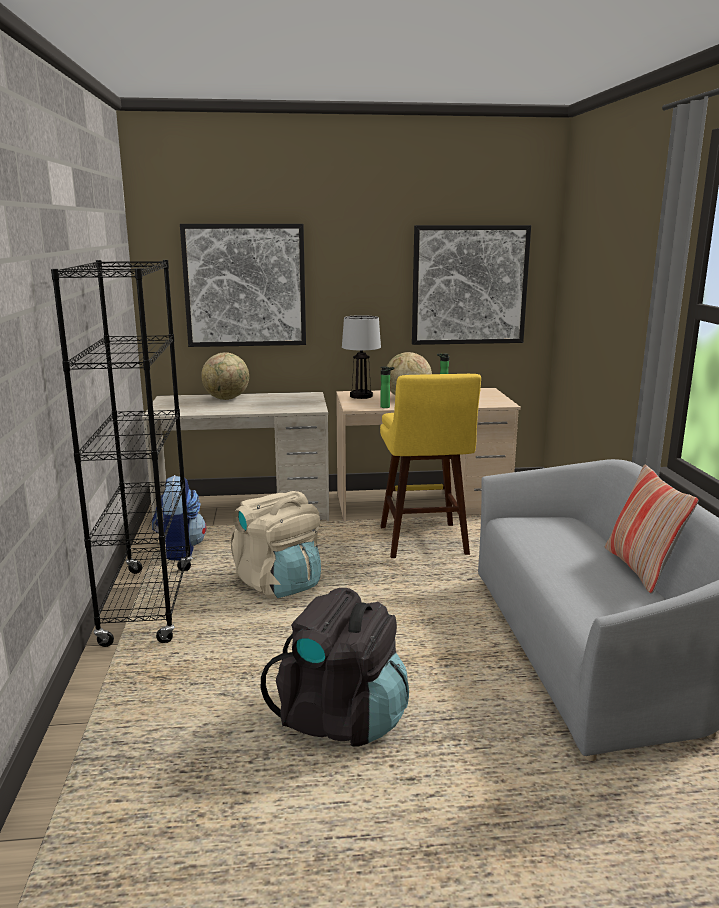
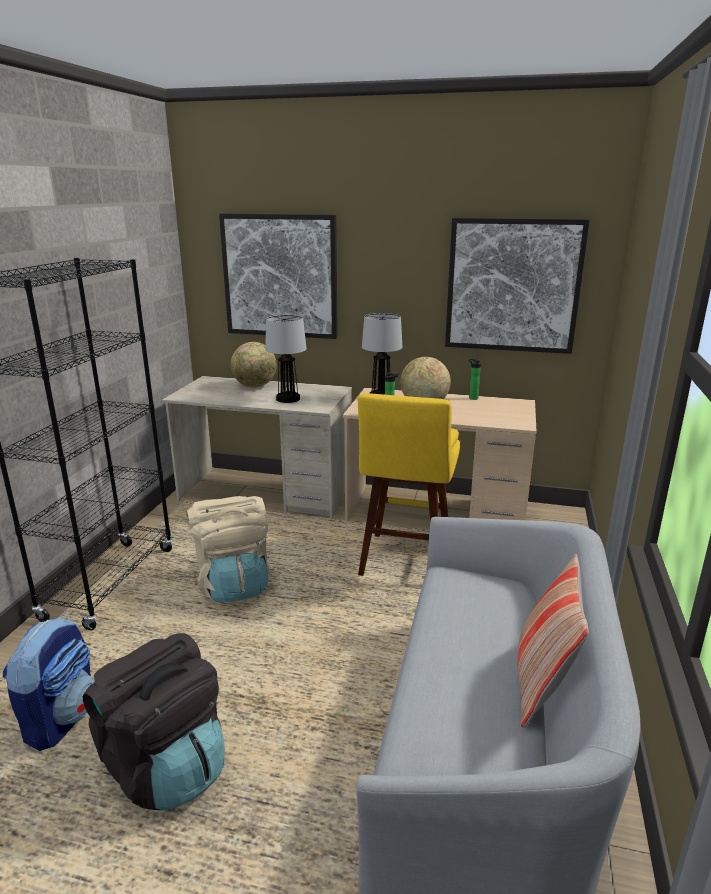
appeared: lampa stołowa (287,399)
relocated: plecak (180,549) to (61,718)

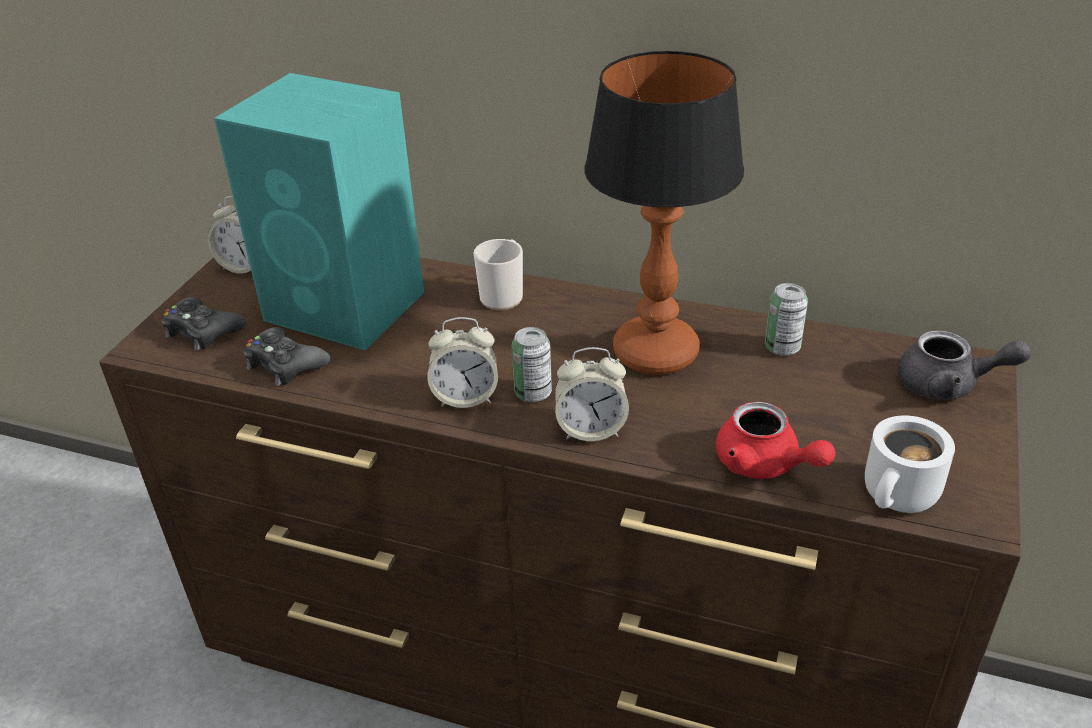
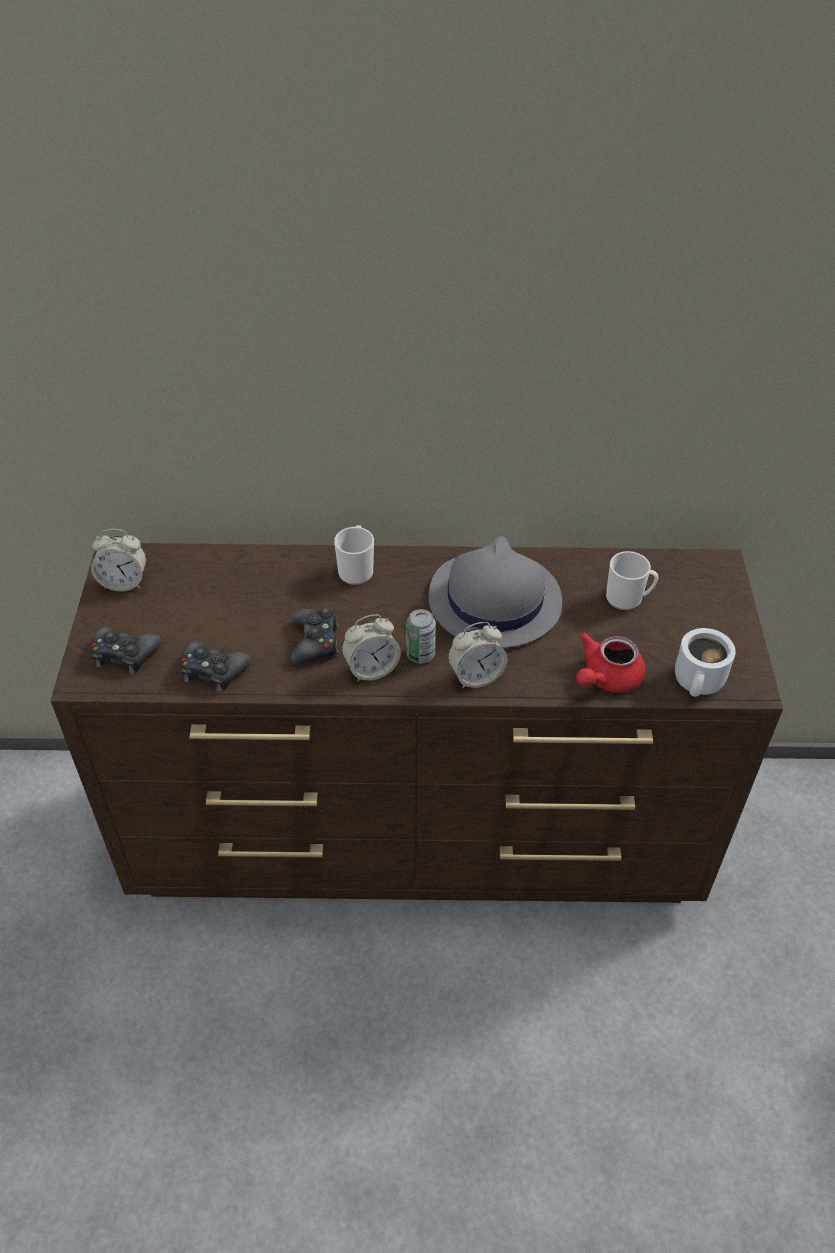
missing: głośnik/turkusowy (348,307); puszka (782,347); imbryk/szary (949,385)
appeared: pad do gier/czarny (315,641); kubek (628,598)
exchanged: lampa stołowa (653,353) to kapelusz/szary (493,600)
spun: imbryk/czerwony (765,465) = (605,678) 105 degrees clockwise

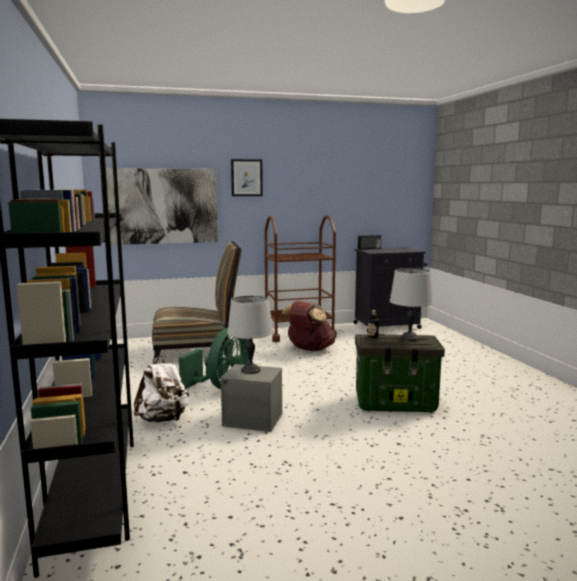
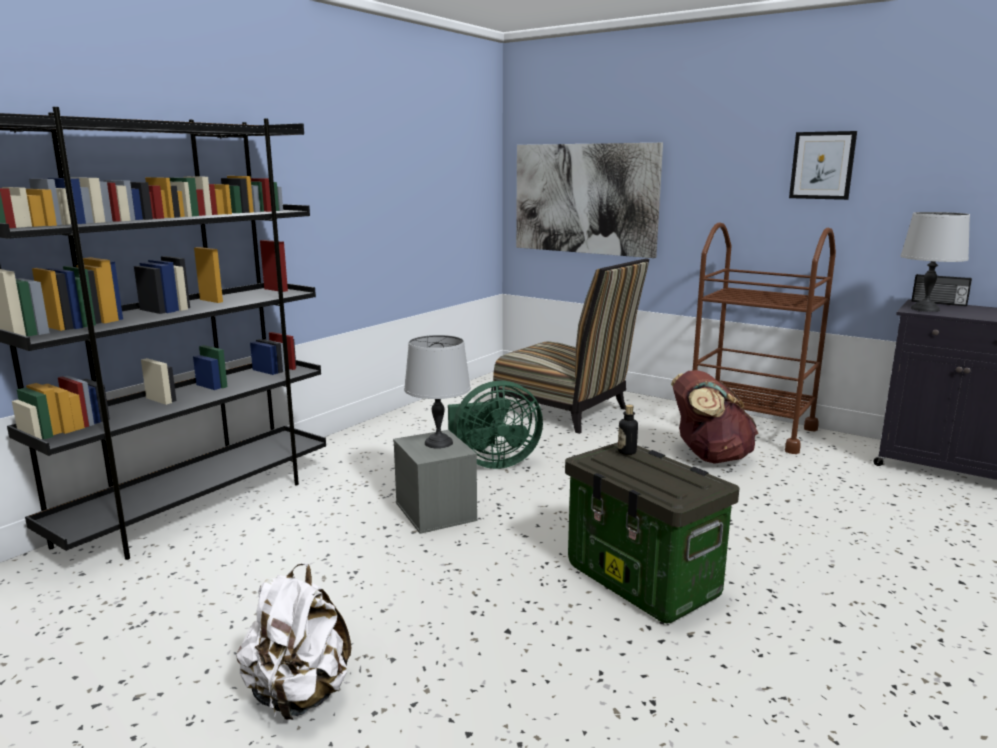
relocated: plecak/biały (163,419) to (299,696); obraz (246,177) to (822,165); lampa stołowa/szary (410,338) to (926,309)

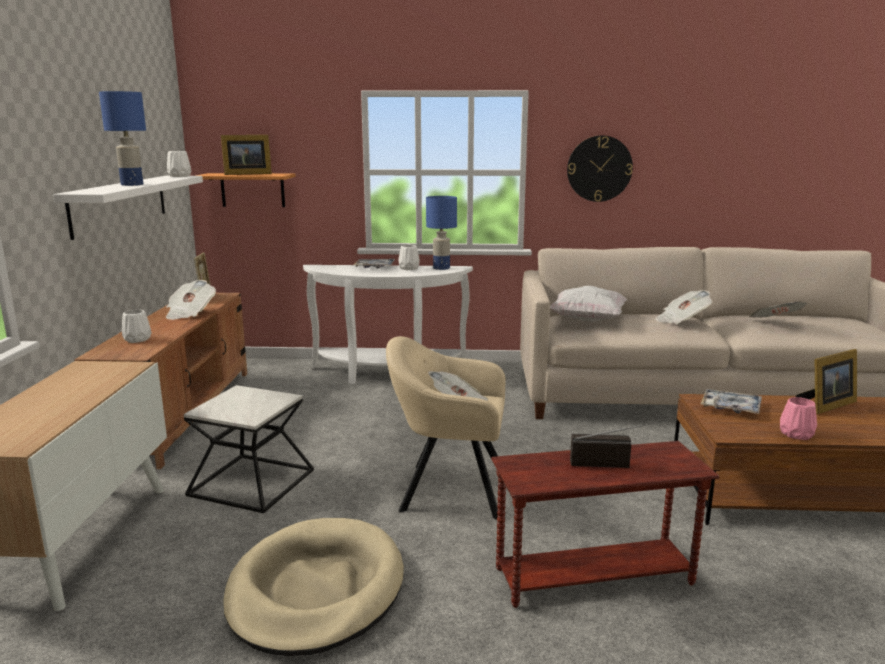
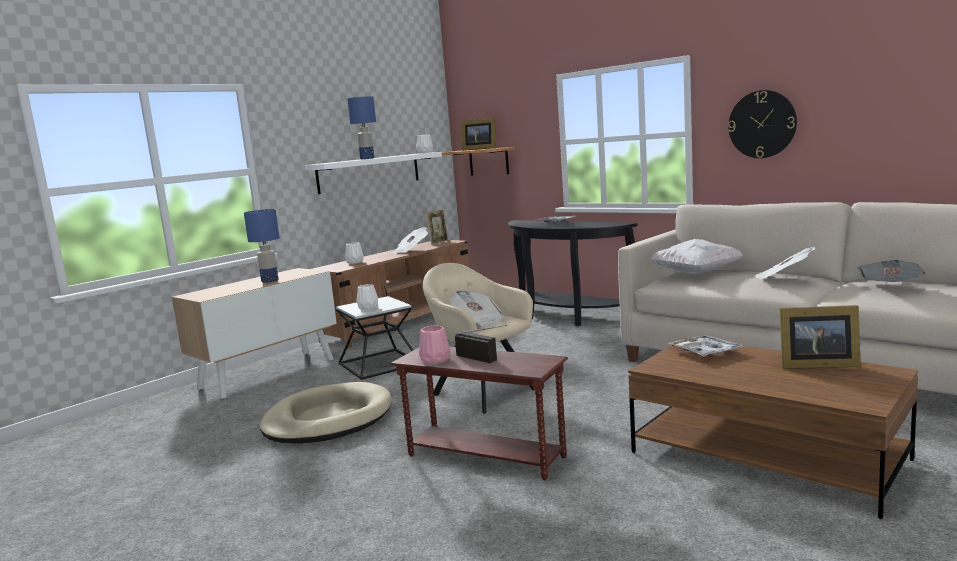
relocated: wazon/biały (408,268) to (367,308); lampa stołowa/niebieski (441,268) to (270,280); wazon/różowy (797,434) to (435,360)
colour: stolik konsolowy/biały (387,375) to stolik konsolowy/czarny (565,317)

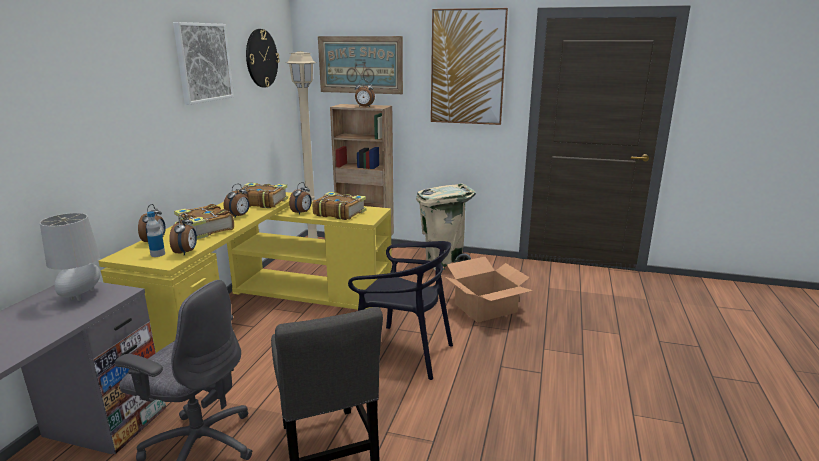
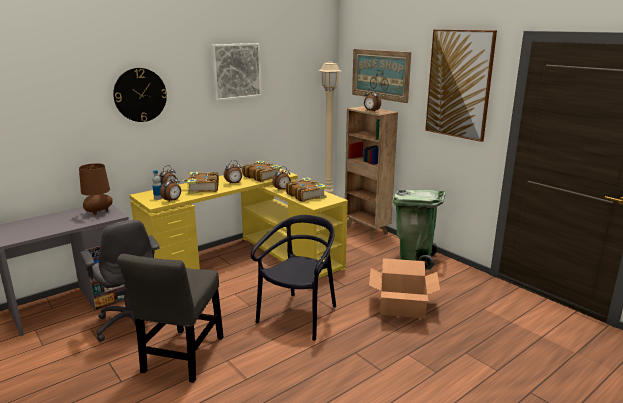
relocated: zegar ścienny (261,58) to (140,95)
colour: lampa stołowa/szary (82,296) to lampa stołowa/brązowy (99,213); kosz na śmieci/beżowy (444,262) to kosz na śmieci/zielony (415,259)
spun: krzesło/czarny (404,353) = (299,316) 120 degrees counterclockwise

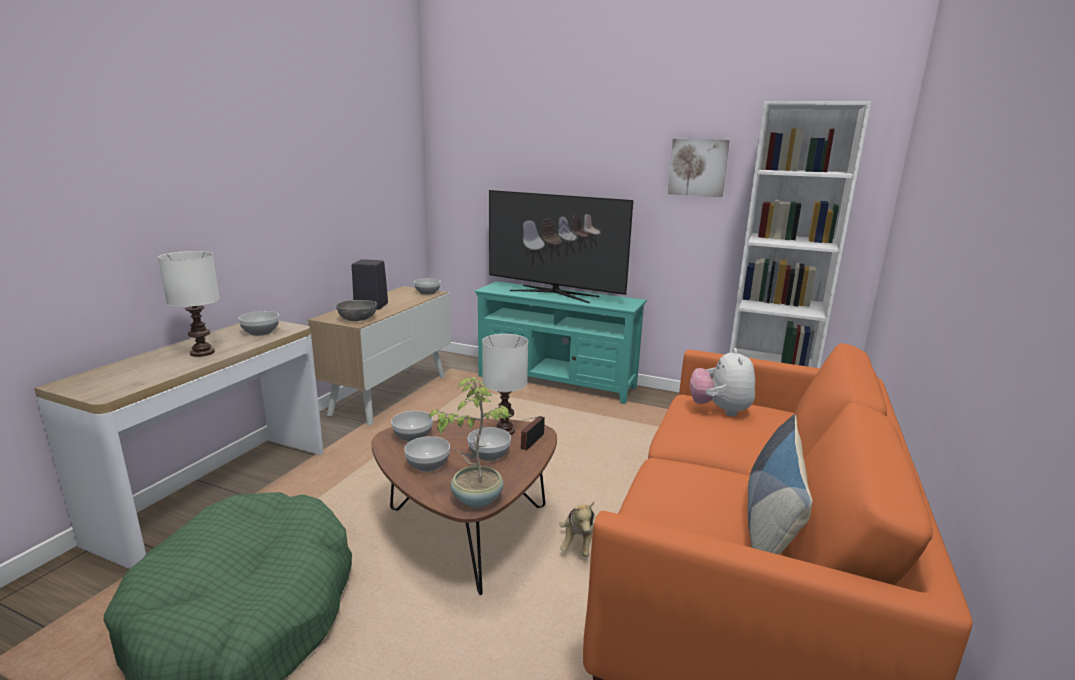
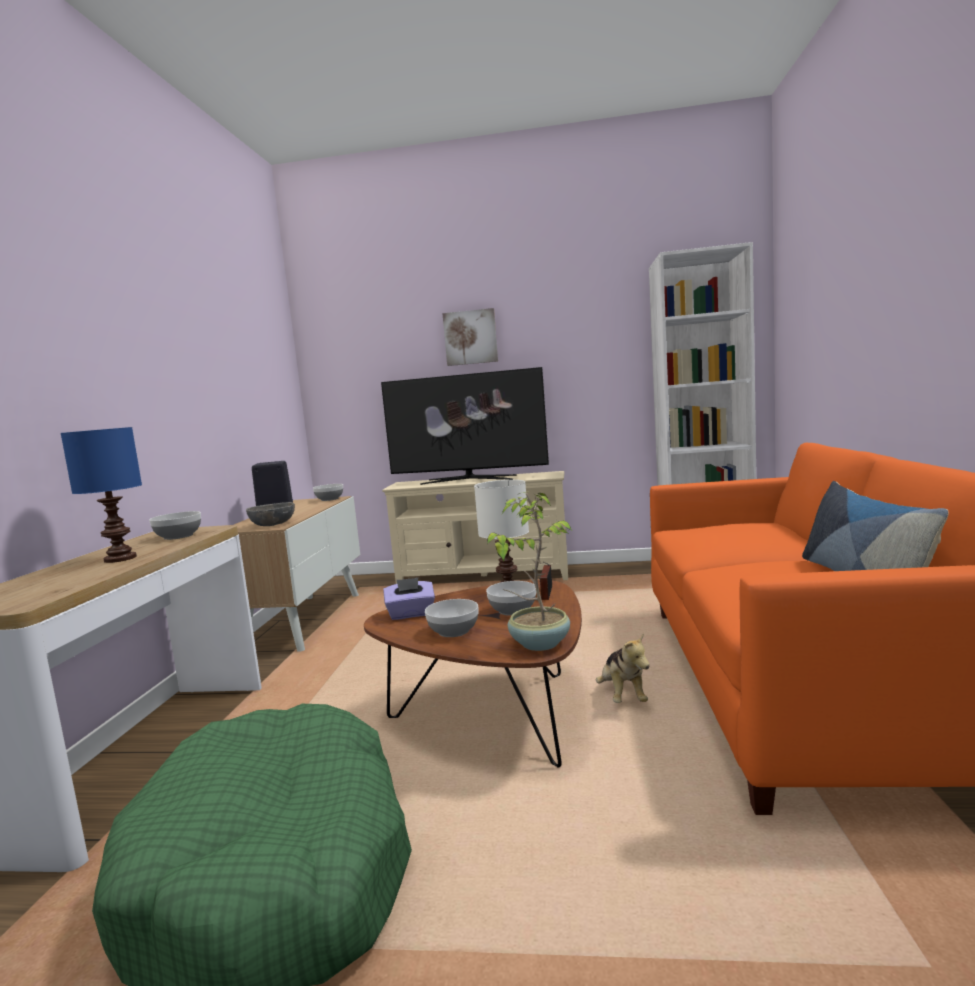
missing: pluszak (720,410)
relocated: obraz (698,167) to (470,337)
exchanged: miska (413,436) to pudełko chusteczek/fioletowy (411,614)
colour: lampa stołowa/biały (202,353) to lampa stołowa/niebieski (121,559); szafka pod telewizor/turkusowy (556,382) to szafka pod telewizor/beżowy (483,577)

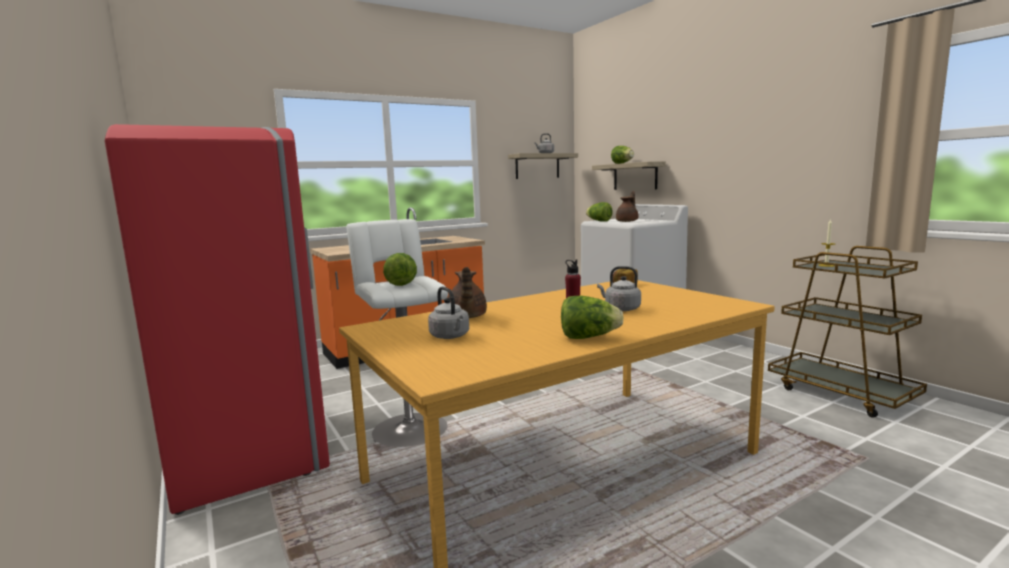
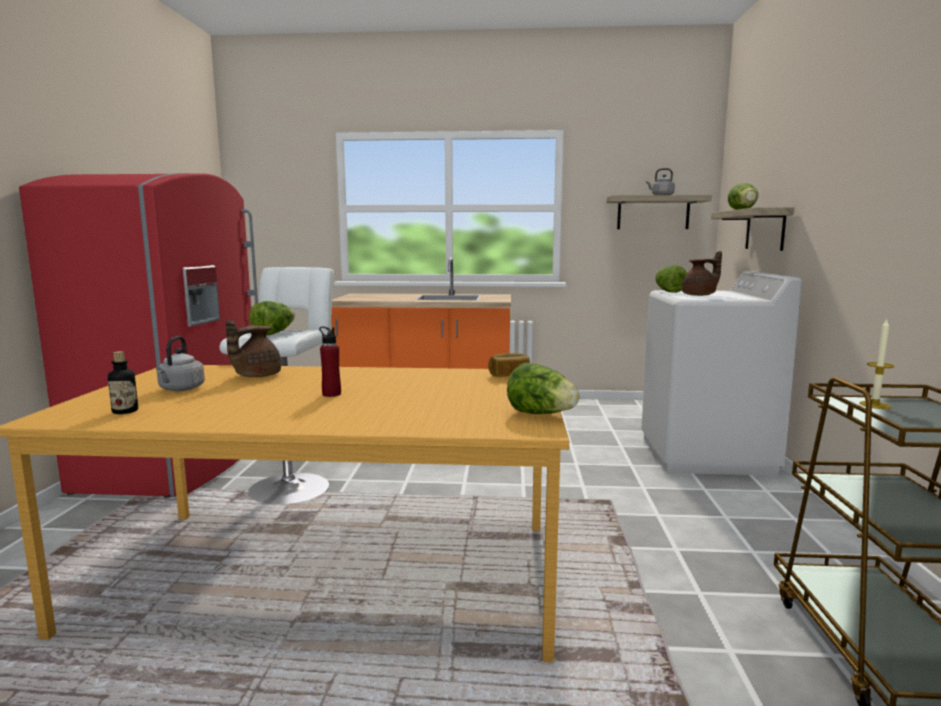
missing: czajnik/szary (620,309)
appeared: butelka (125,411)
relocated: sałata (588,337) to (541,414)

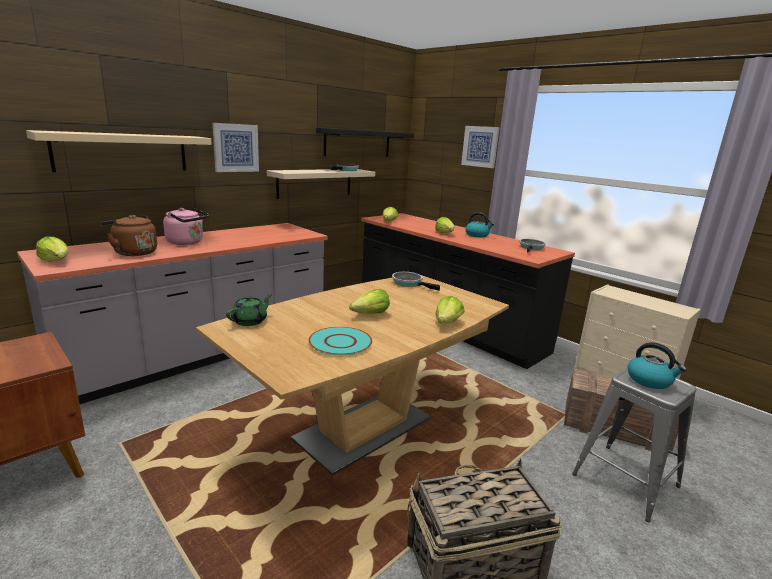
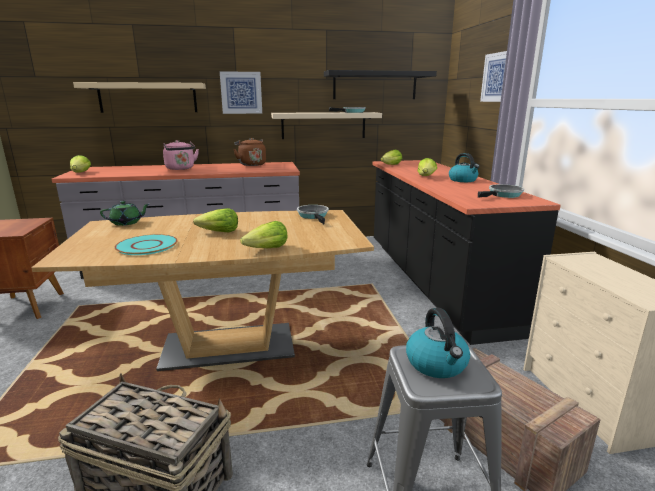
relocated: czajnik/brązowy (133,252) to (251,164)

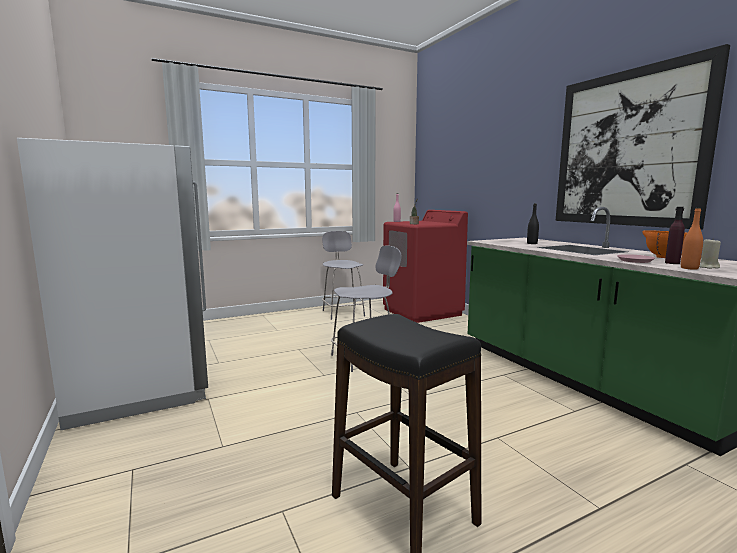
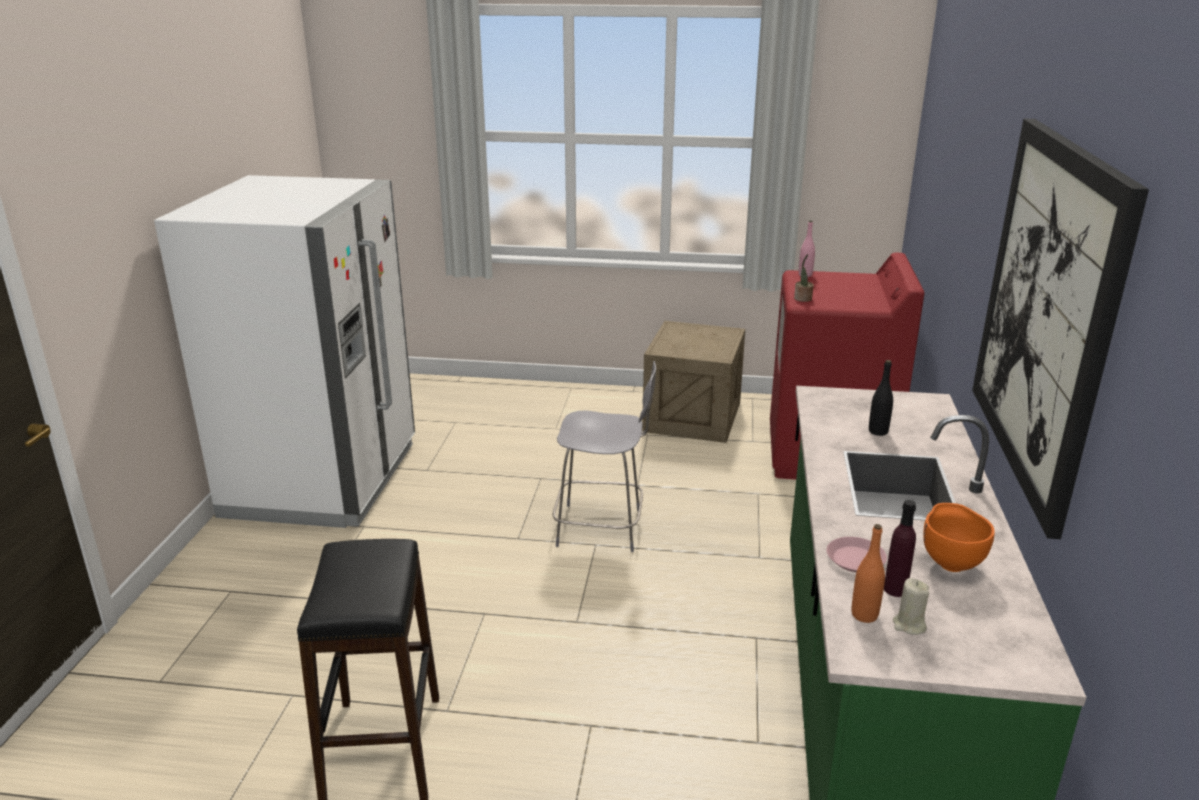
exchanged: stołek/szary (343,312) to skrzynka (692,416)

